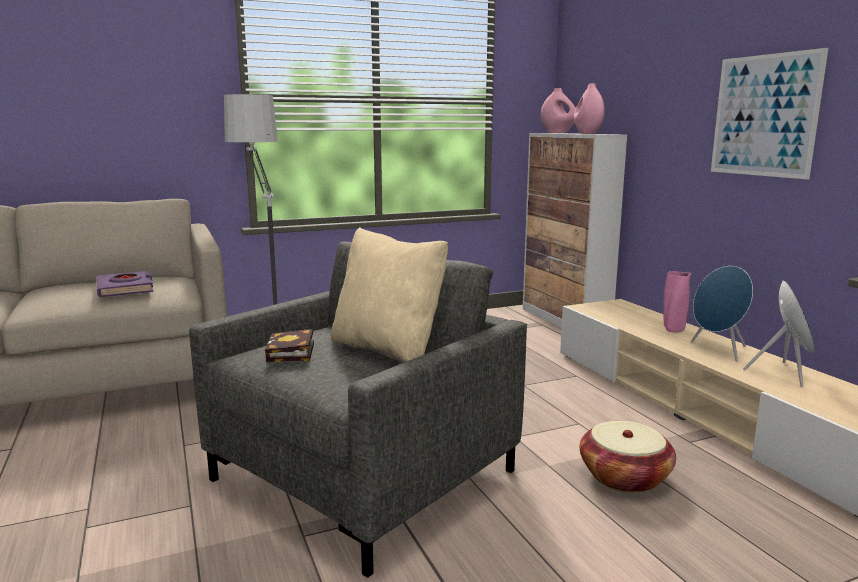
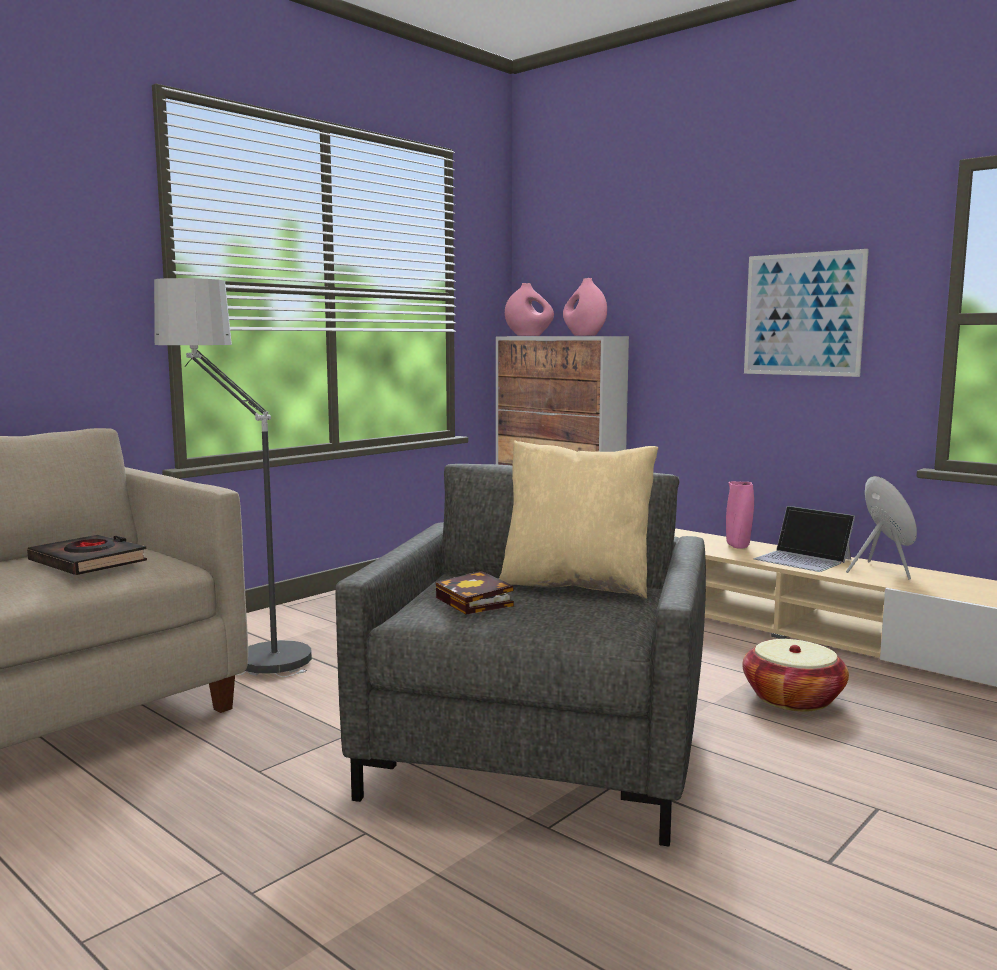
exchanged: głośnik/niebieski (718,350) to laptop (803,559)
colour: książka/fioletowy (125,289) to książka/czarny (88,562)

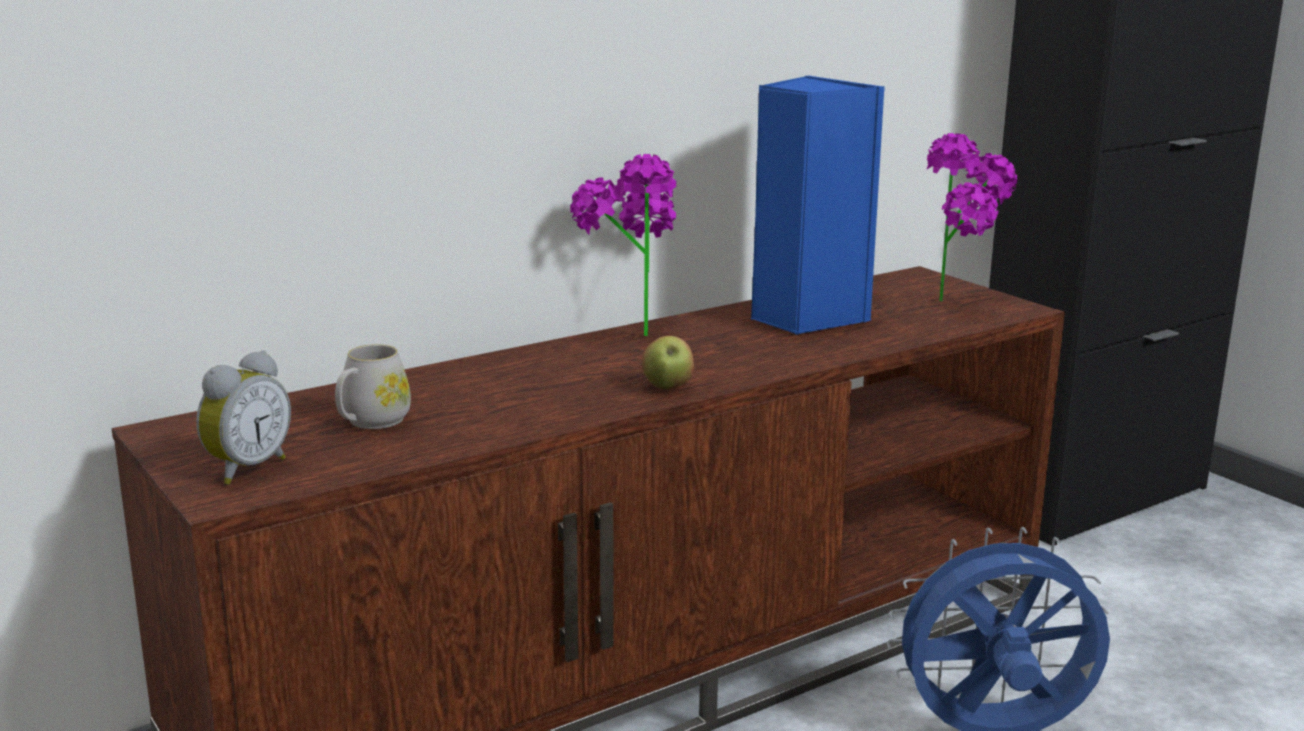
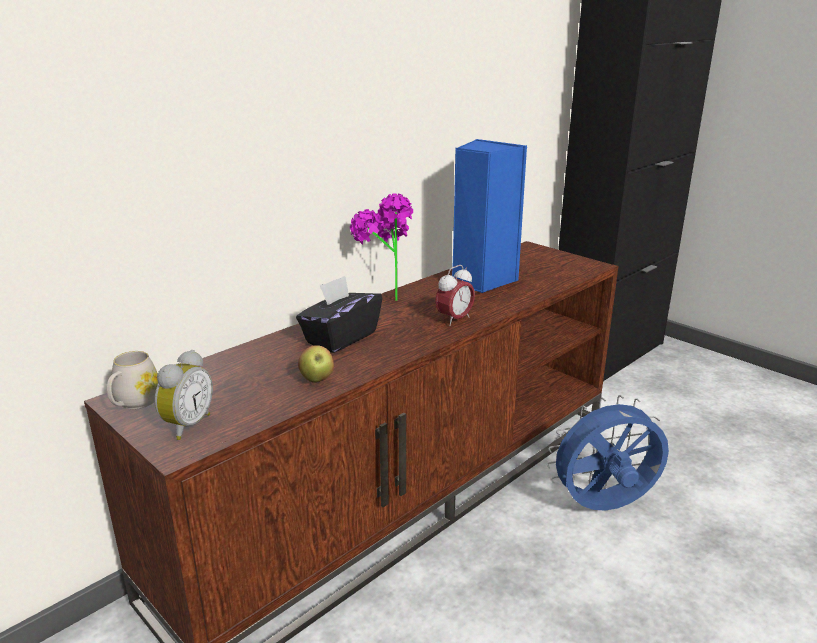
missing: roślina doniczkowa (962,303)
appeared: pudełko chusteczek/czarny (340,338); budzik (454,320)
relocated: kubek/biały (370,422) to (134,403); jabłko (667,387) to (317,379)

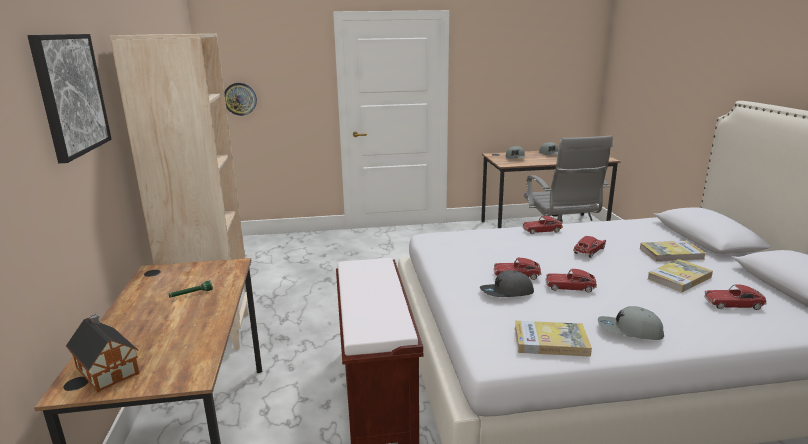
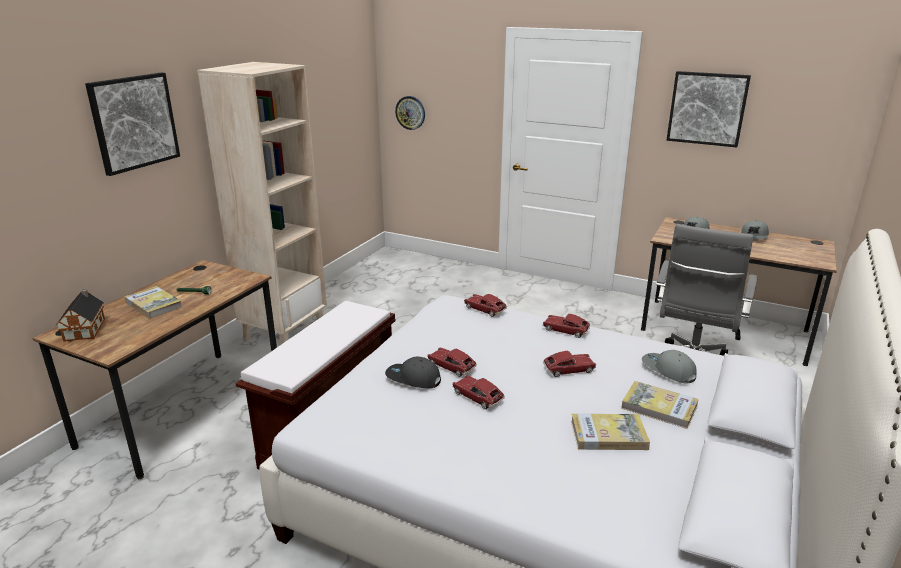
appeared: obraz (707,108)
relocated: książka (550,341) to (153,304); czapka z daszkiem/szary (629,331) to (668,370); samochodzik (733,304) to (485,309)

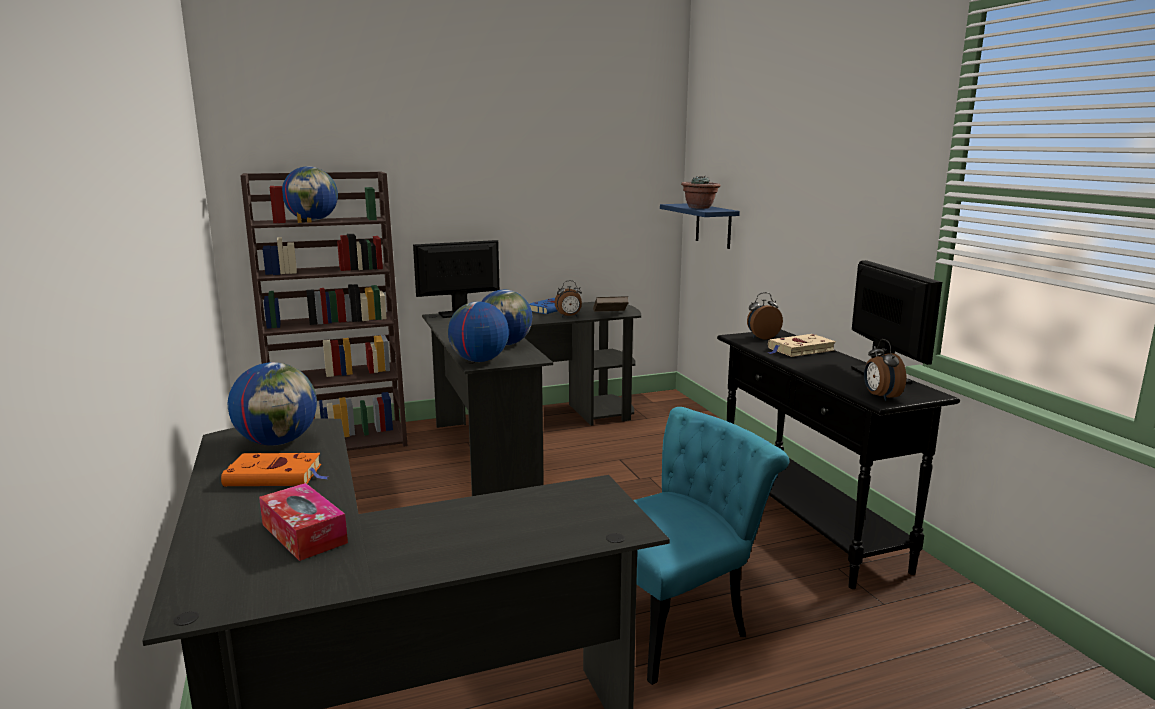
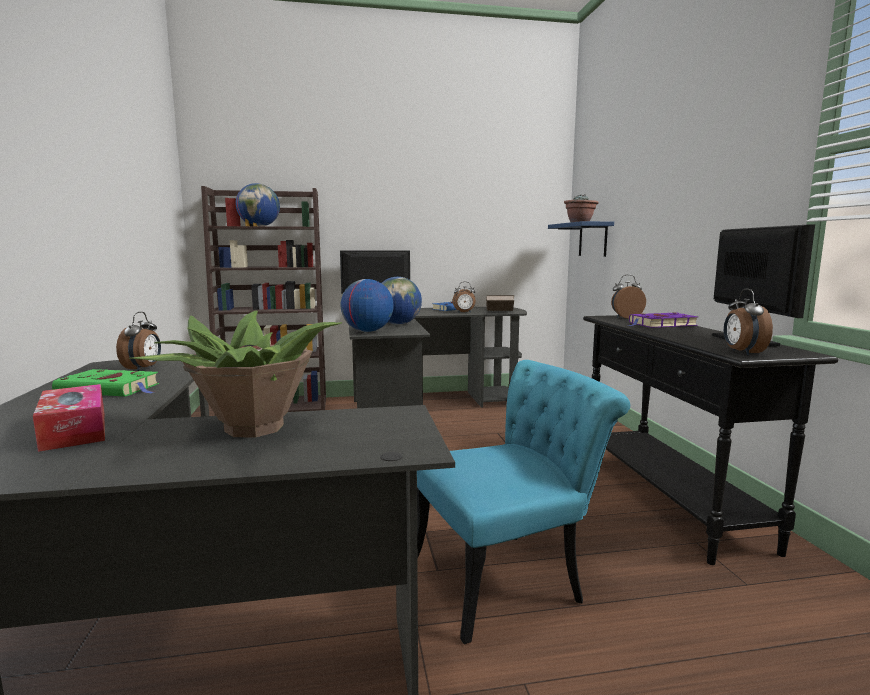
appeared: roślina doniczkowa (254,429)
exchanged: globus (278,442) to budzik (143,369)
colour: książka/pomarańczowy (276,476) to książka/zielony (111,389); książka/beżowy (800,350) to książka/fioletowy (661,324)

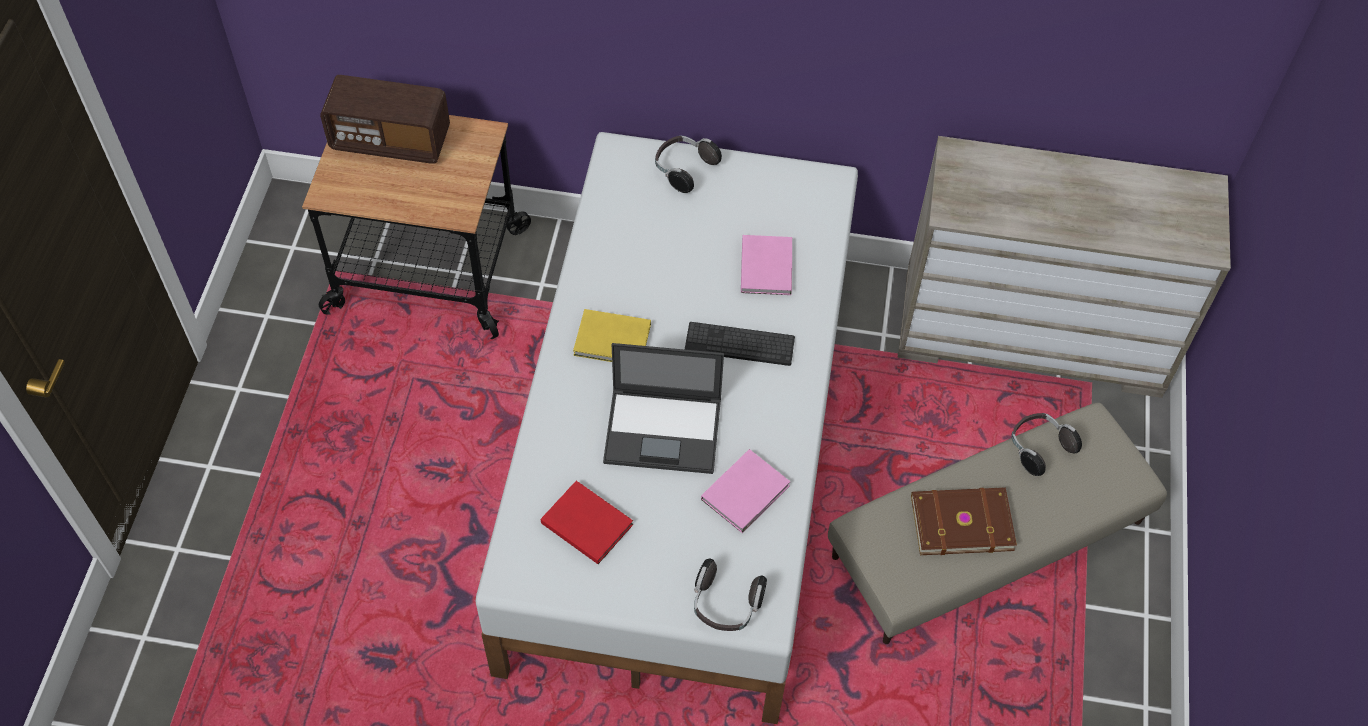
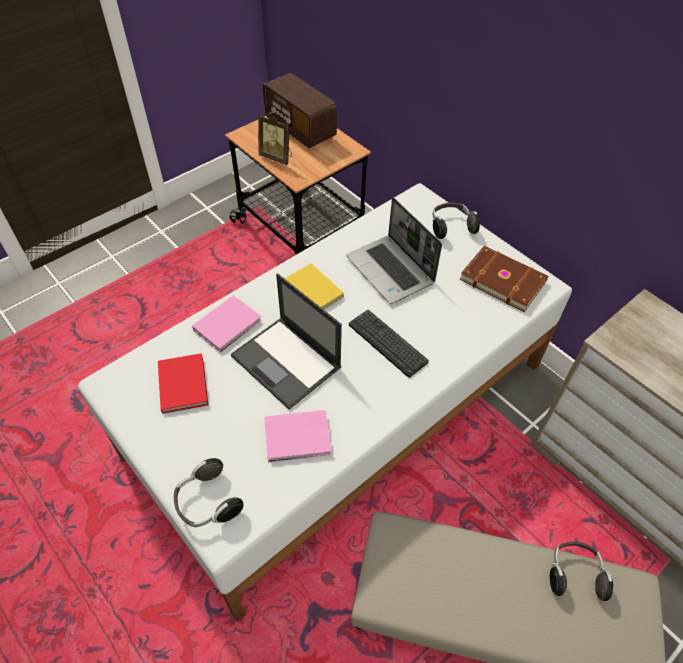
appeared: ramka na zdjęcie (277,157); laptop (391,271)
relocated: książka/różowy (767,265) to (229,324); książka/brązowy (960,521) to (503,279)

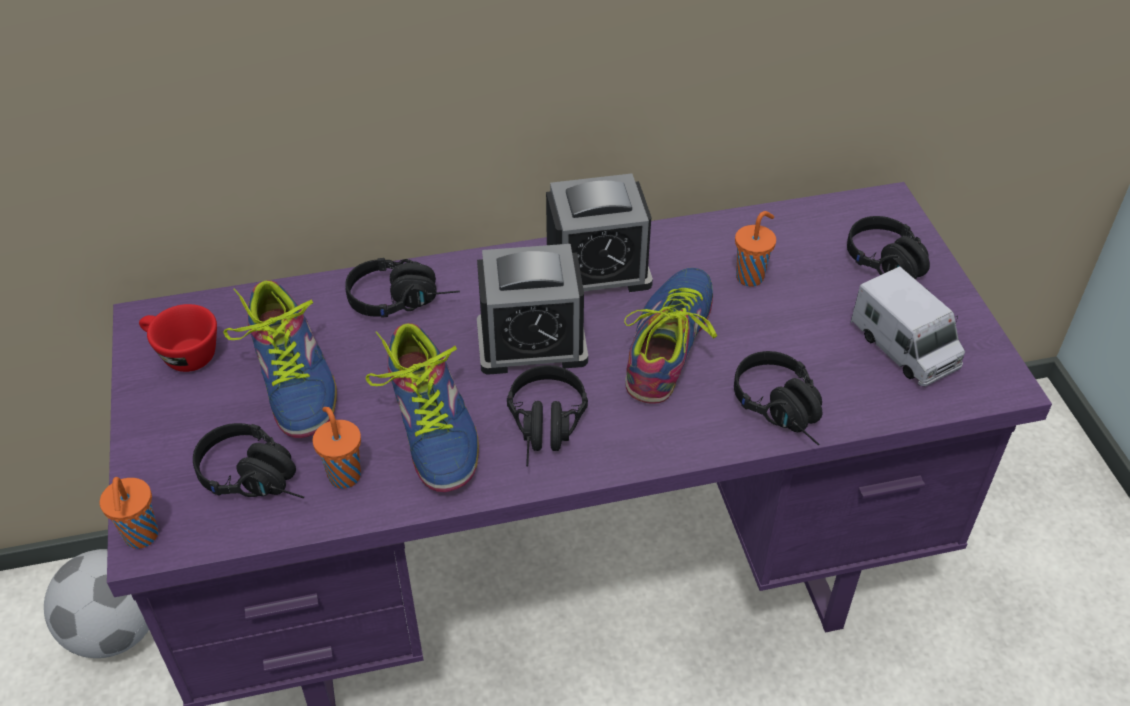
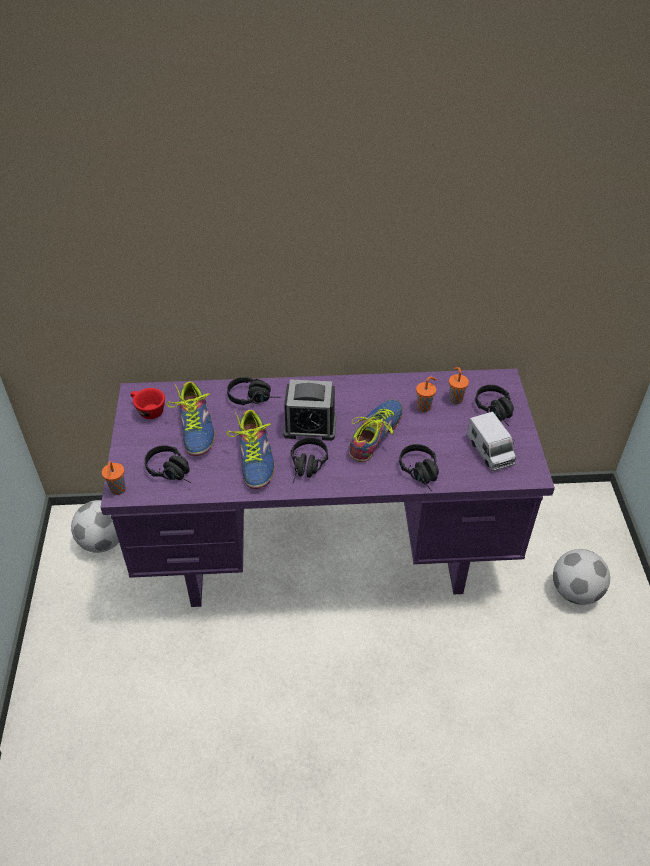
missing: budzik (596,270)
appeared: piłka futbolowa (575,591)
relocated: filiżanka/pomarańczowy (343,474) to (455,399)

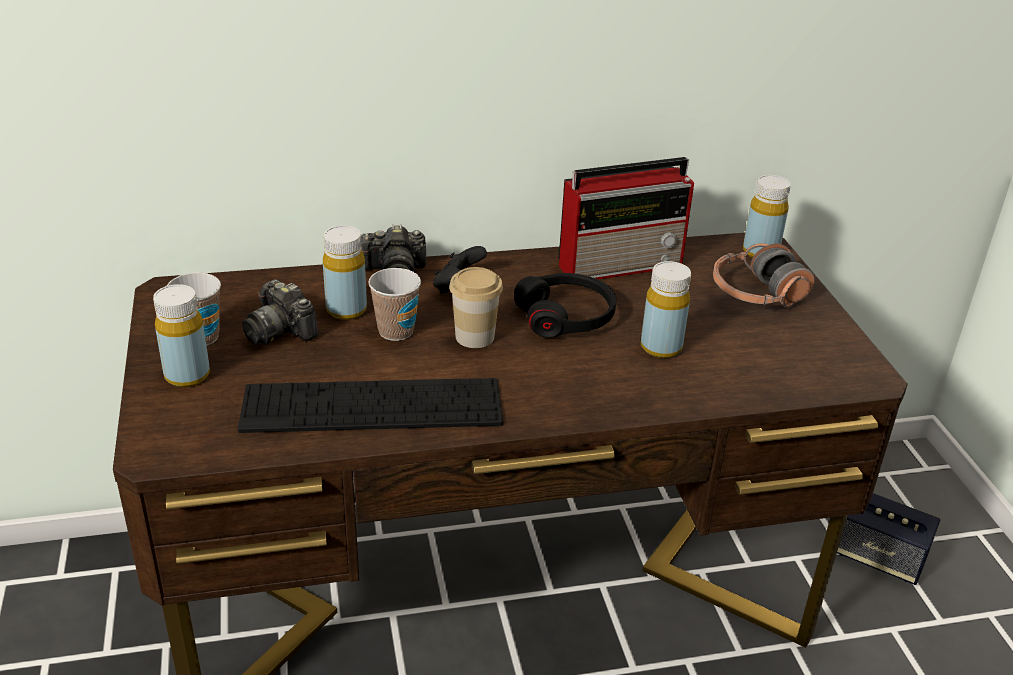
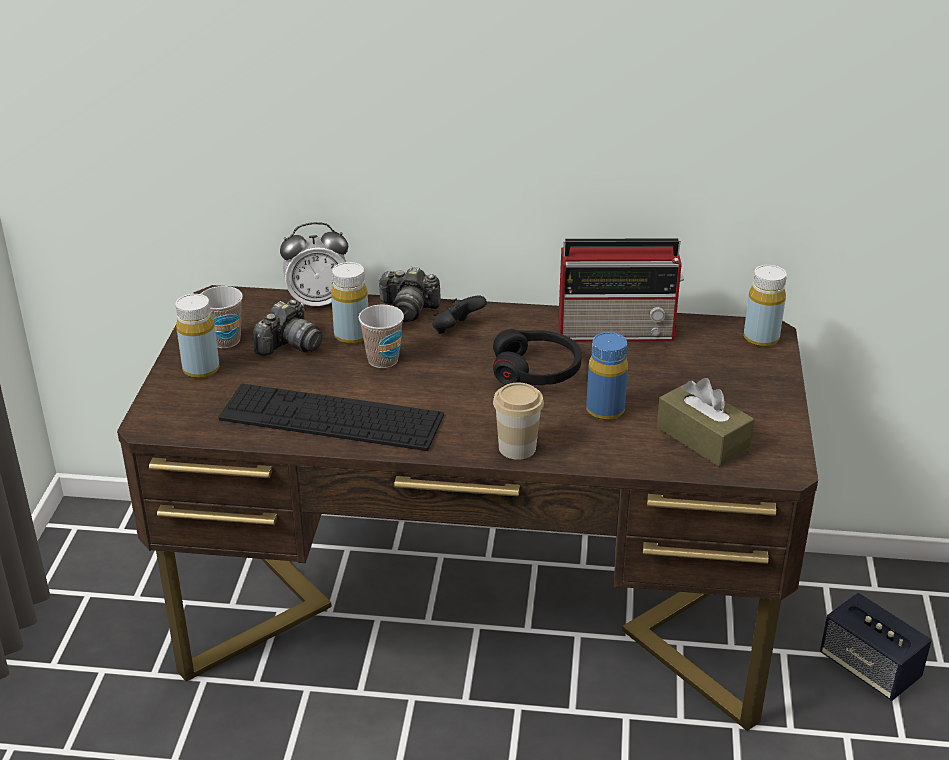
missing: słuchawki (757,294)
appeared: budzik (318,302); pudełko chusteczek/brązowy (702,438)
relocated: filiżanka (474,337) to (517,448)
colour: butelka/żółty (661,347) to butelka/niebieski (605,410)
spun: aparat fotograficzny (280,331) = (289,345) 120 degrees counterclockwise

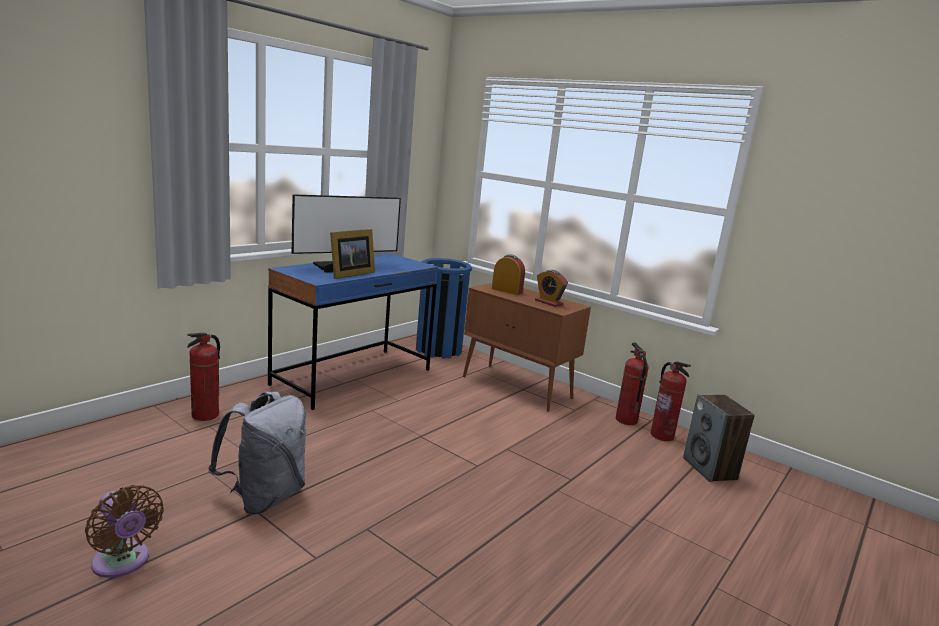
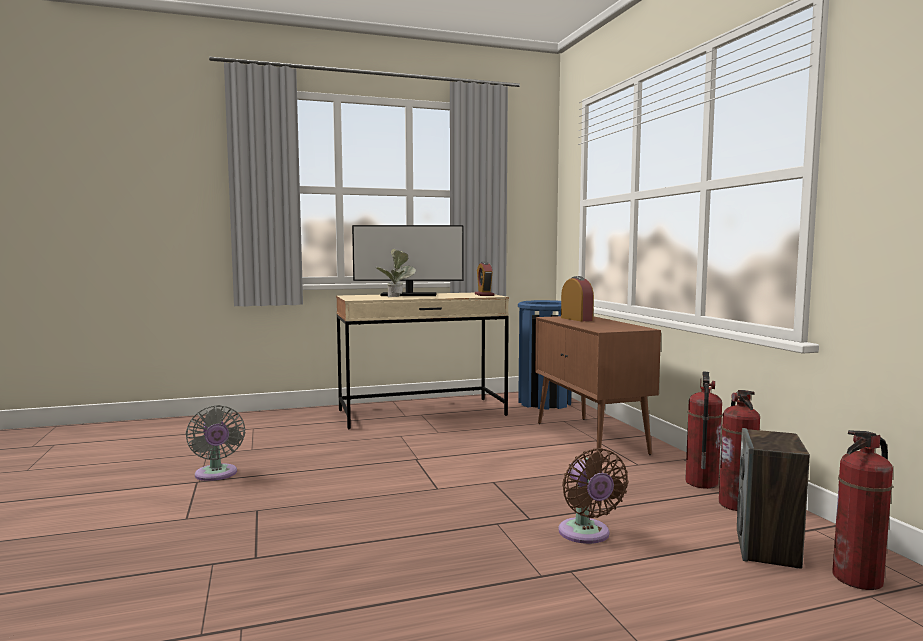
relocated: wentylator/brązowy (123,563) to (586,534); gaśnica (205,415) to (858,579); budzik (548,302) to (484,295)
exchanged: plecak/szary (264,497) to wentylator/szary (216,475); ramka na zdjęcie (349,274) to roślina doniczkowa (396,297)
colour: biurko/niebieski (353,377) to biurko/beżowy (422,413)

